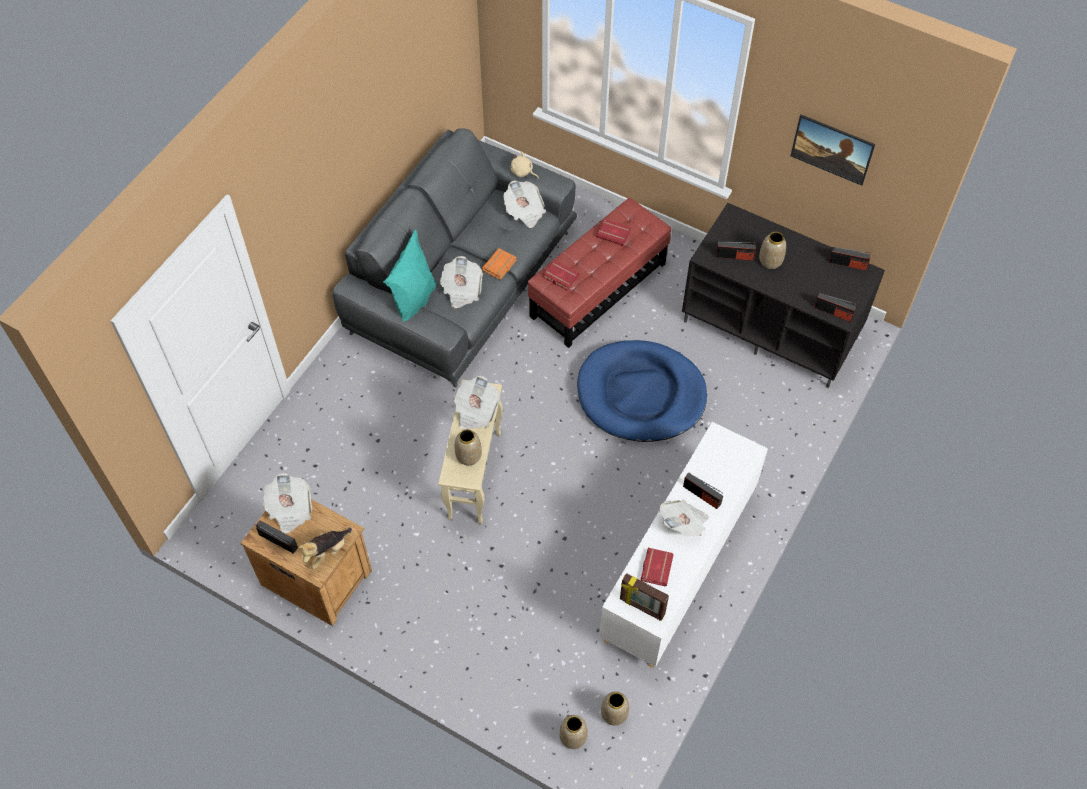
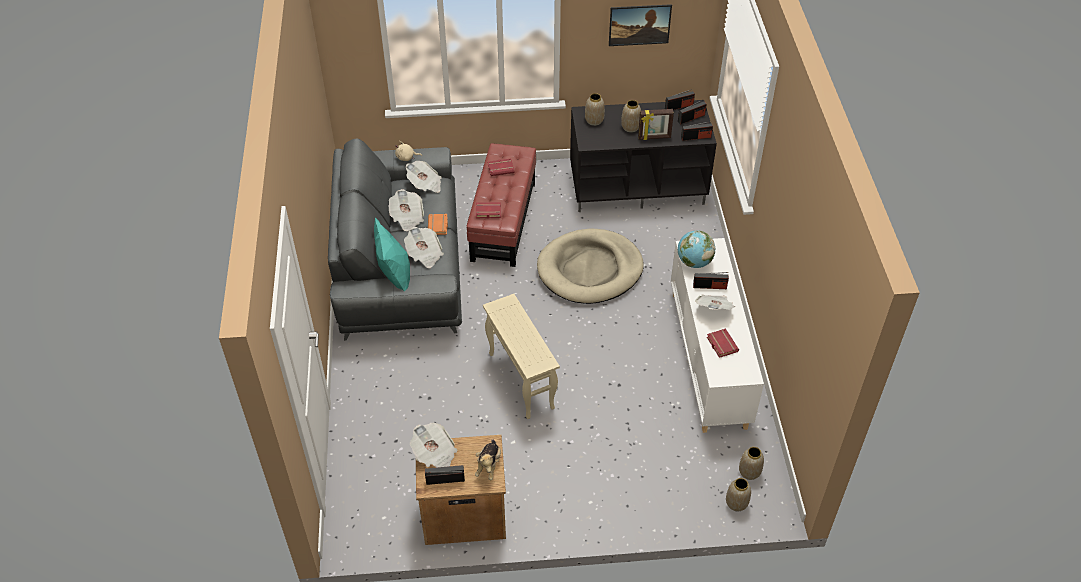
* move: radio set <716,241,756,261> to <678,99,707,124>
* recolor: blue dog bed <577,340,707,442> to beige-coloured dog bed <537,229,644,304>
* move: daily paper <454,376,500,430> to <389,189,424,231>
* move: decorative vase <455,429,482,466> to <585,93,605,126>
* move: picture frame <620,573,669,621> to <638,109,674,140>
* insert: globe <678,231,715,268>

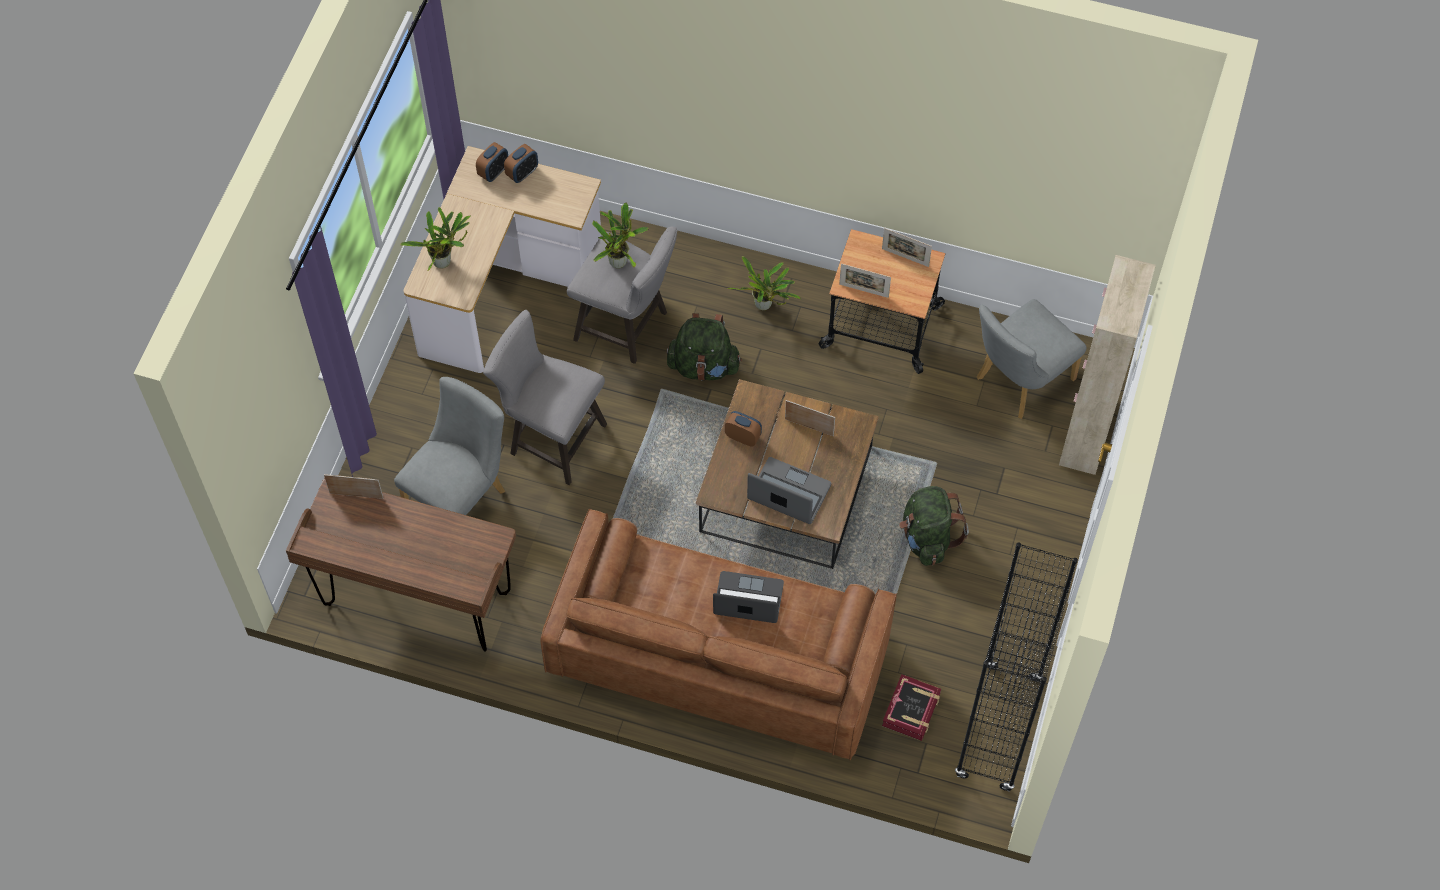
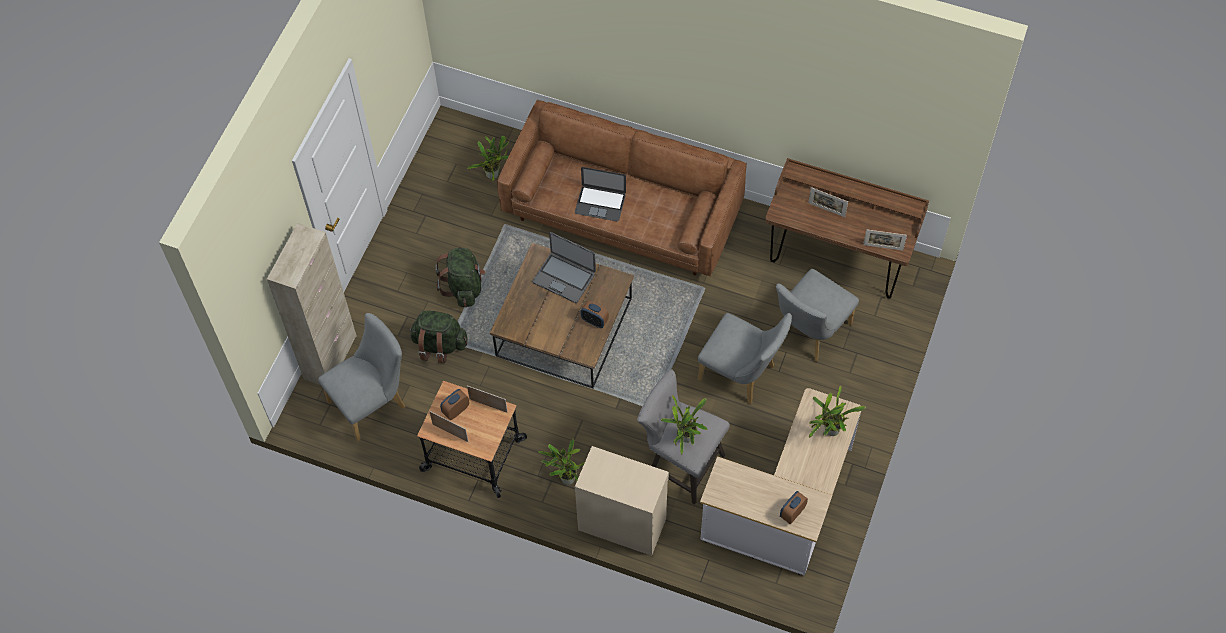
* move: bedside clock <504,144,538,183> to <440,389,469,420>
* replace: grey stool <483,310,607,485> to grey upright chair <698,313,792,404>
* move: greenish backpack <666,313,742,381> to <409,310,467,363>
* move: picture frame <785,400,835,436> to <808,187,848,217>
* delete: blackish shelving unit <955,542,1078,792>
* replace: bound book <882,674,941,741> to houseplant <467,135,509,181>
* insert: beige-coloured storage cabinet <575,446,669,556>

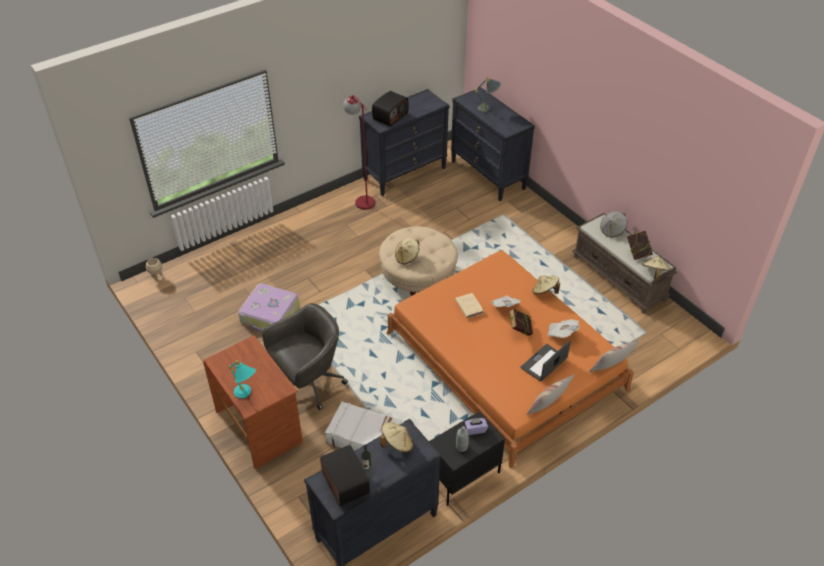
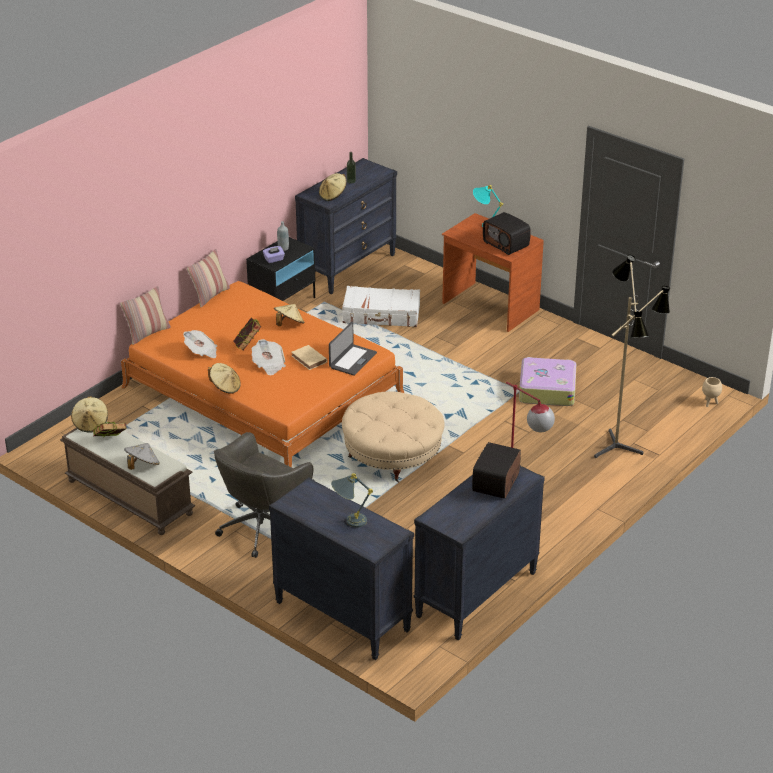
* move: beige-coloured wearable hat <395,238,419,264> to <274,304,305,326>
* move: grey computer chair <262,303,348,410> to <214,432,313,558>
* move: notebook computer <520,340,571,381> to <329,322,377,376>
* move: radio set <320,445,370,506> to <483,212,530,255>
* insert: standard lamp <594,255,670,458>

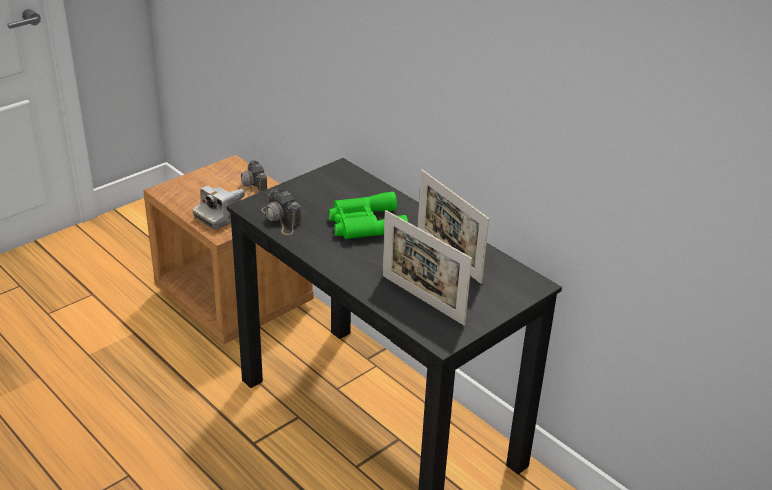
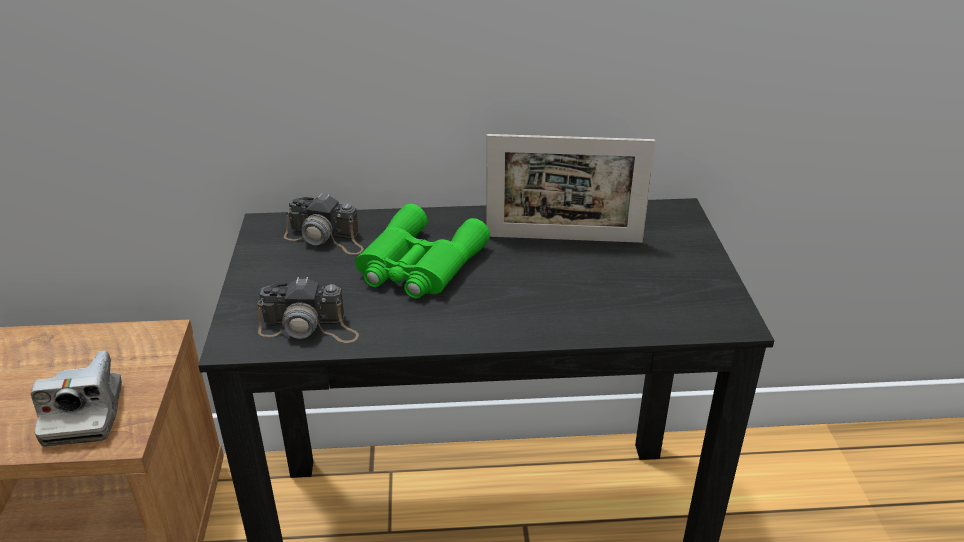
* move: still camera <241,160,267,197> to <284,193,364,255>
* delete: picture frame <382,210,472,326>

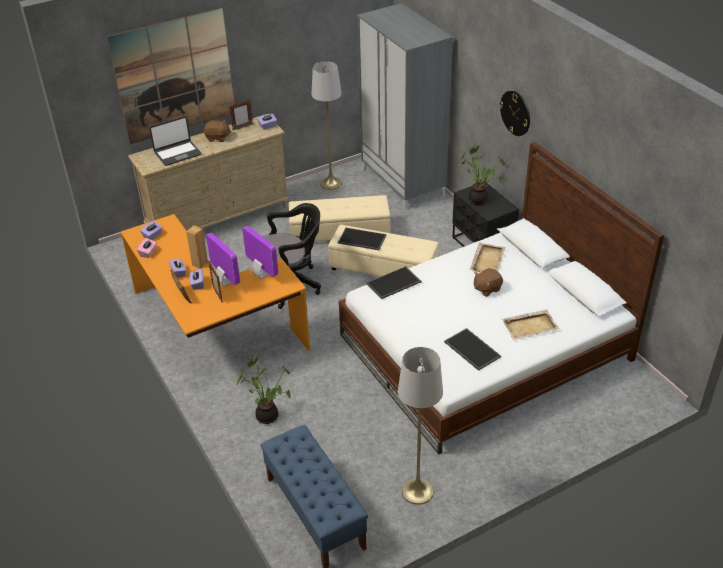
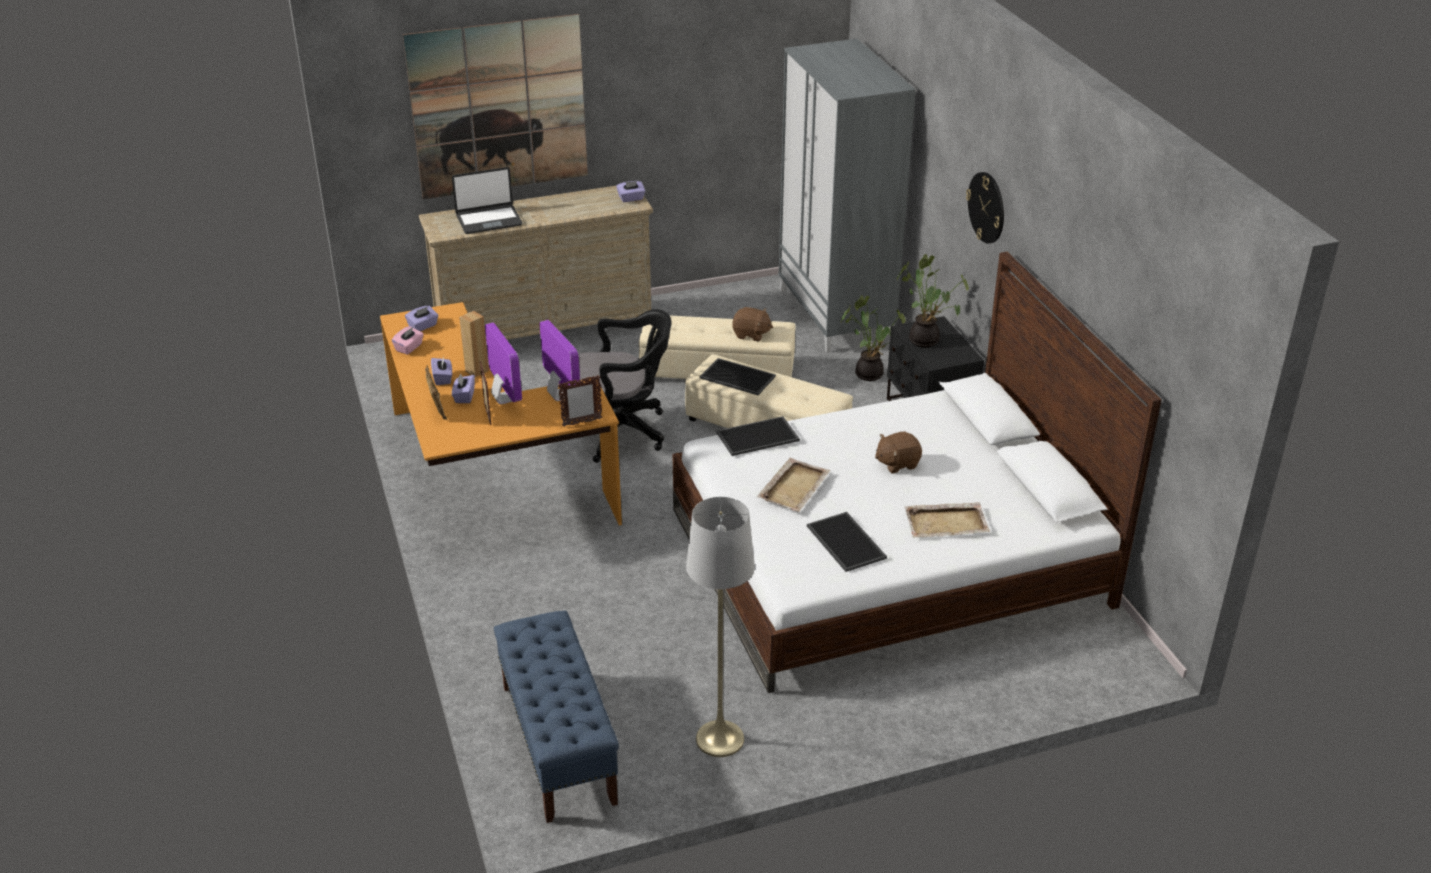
* delete: grey standard lamp <312,61,342,190>
* move: picture frame <229,99,253,131> to <558,375,602,427>
* move: brown-coloured soft toy <204,120,231,142> to <732,307,773,341>
* move: beige-coloured carrying tray <470,242,506,272> to <757,458,830,512>
* move: houseplant <237,358,290,424> to <841,295,906,381>

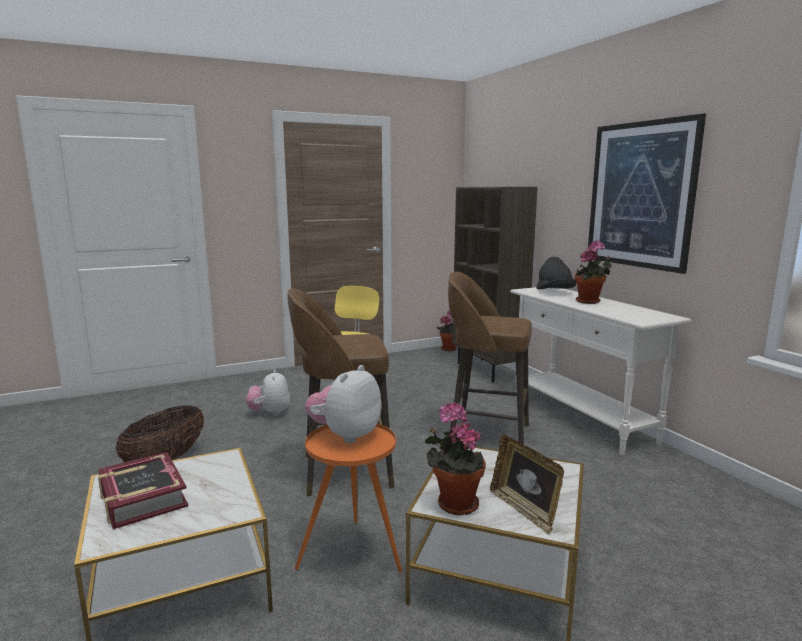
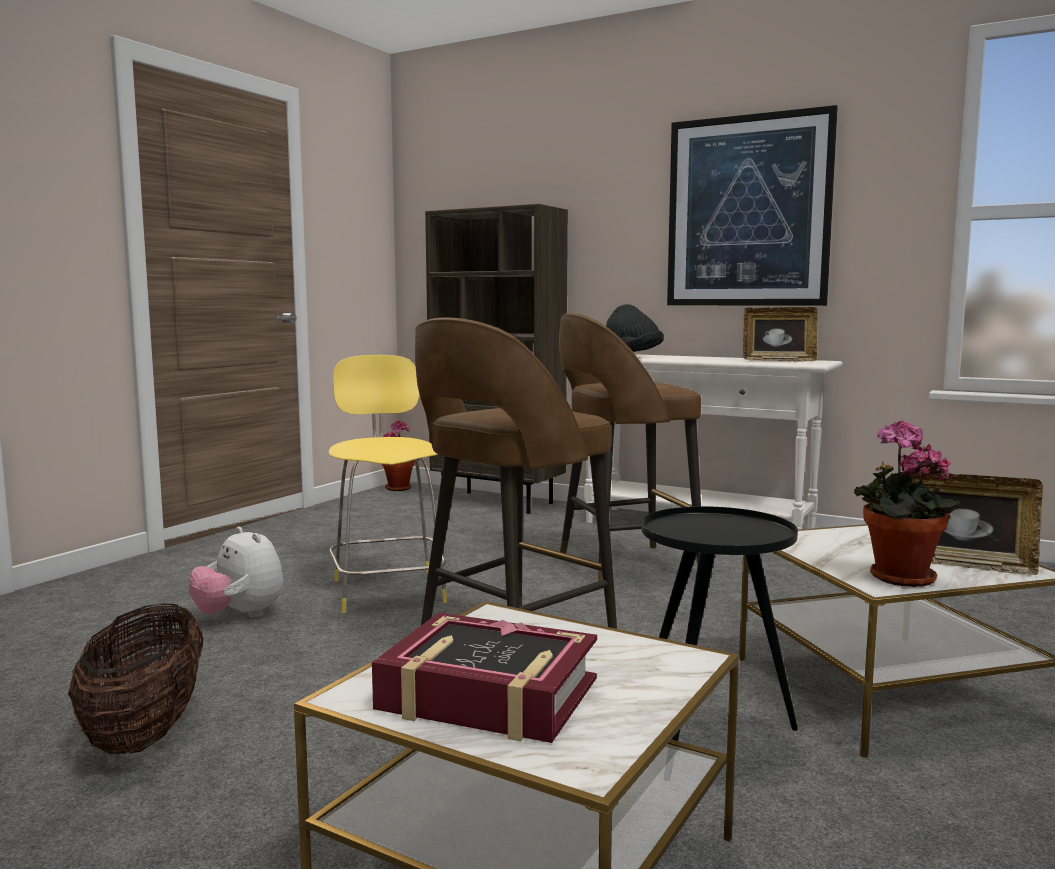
* delete: houseplant <575,240,612,304>
* delete: soft toy <305,365,382,443>
* recolor: orangey side table <295,423,402,573> to blackish side table <641,506,798,741>
* insert: picture frame <743,307,817,362>

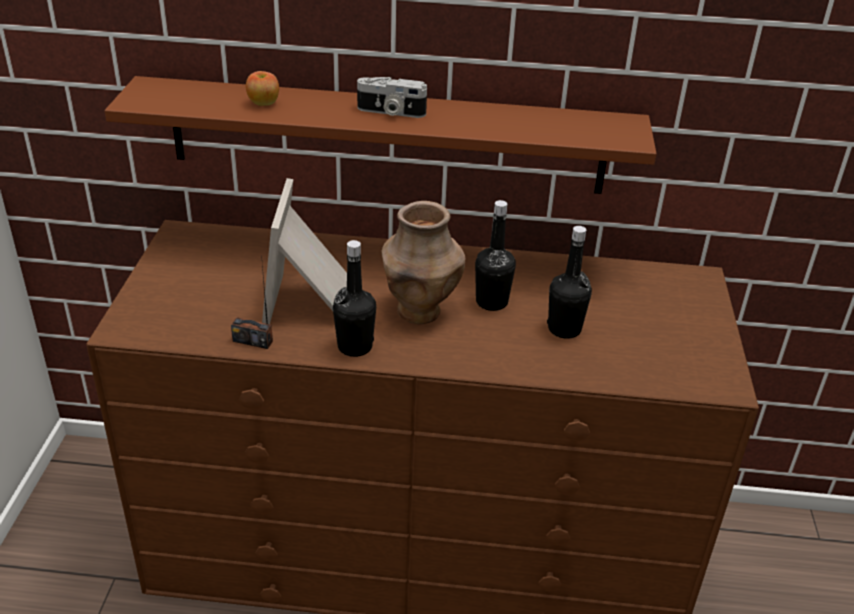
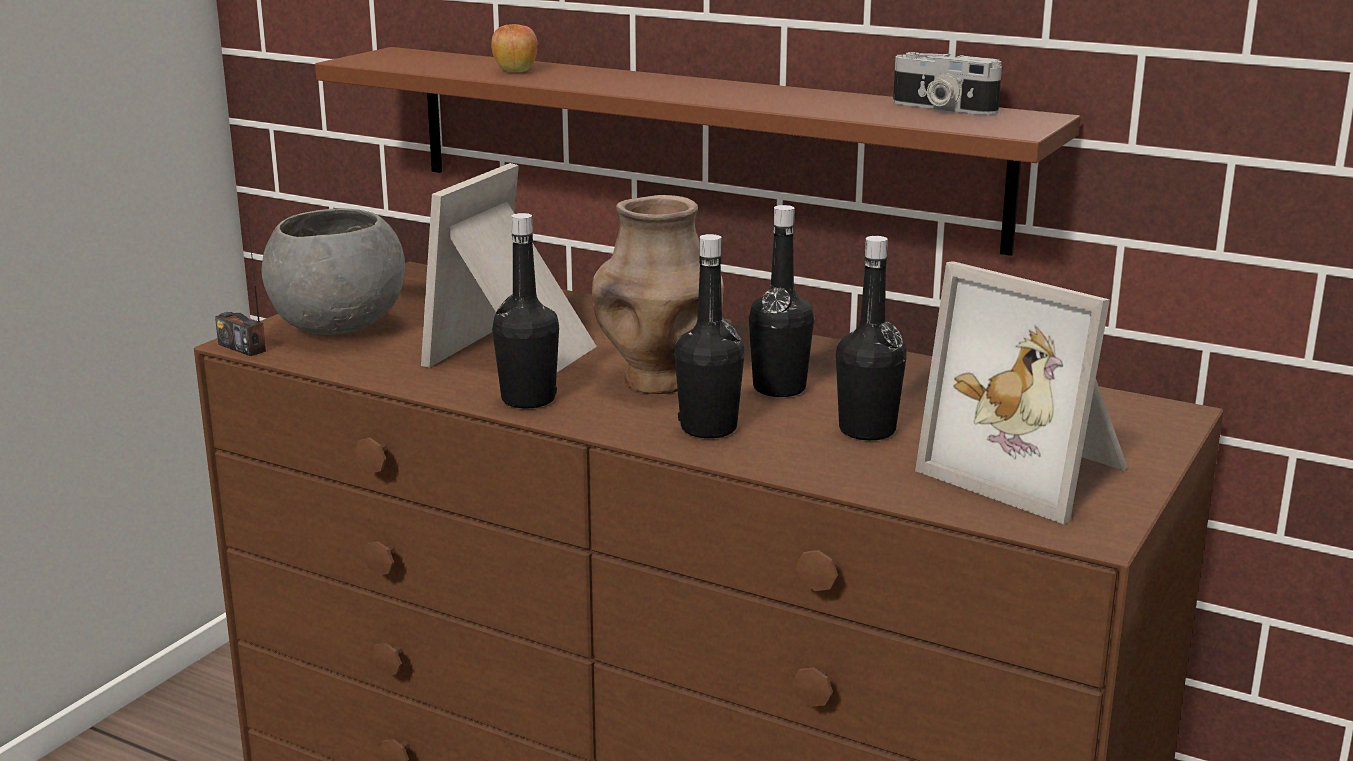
* move: still camera <357,77,427,118> to <893,52,1002,115>
* move: radio set <231,265,273,349> to <215,212,266,356>
* insert: grey serving bowl <262,208,405,335>
* insert: blackish drink bottle <674,234,745,438>
* insert: picture frame <915,261,1128,524>

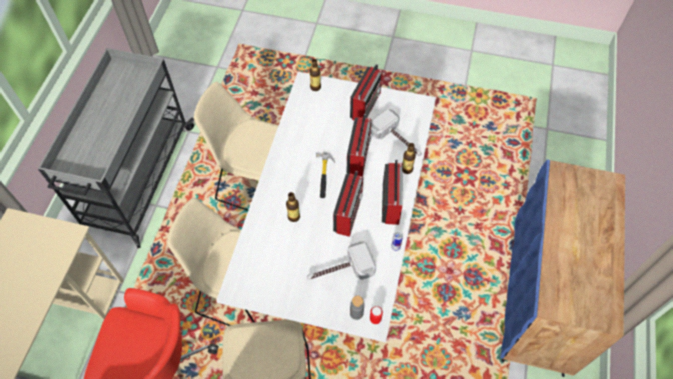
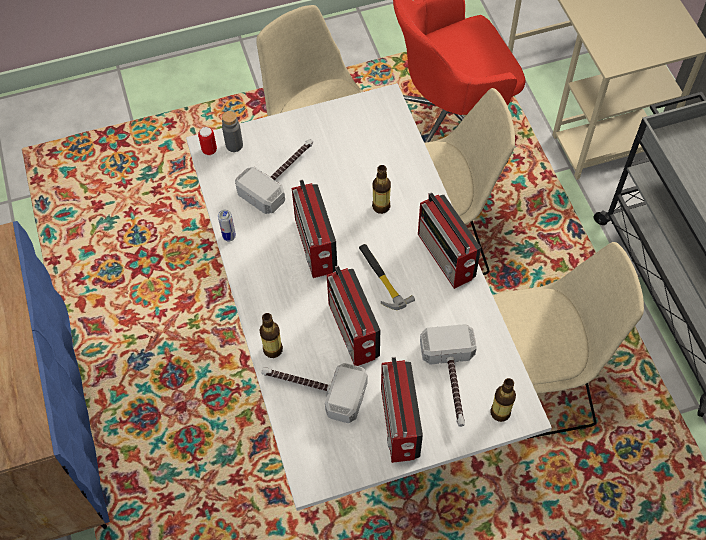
* move: radio set <382,159,403,225> to <418,192,481,289>
* insert: hammer <420,324,477,427>

